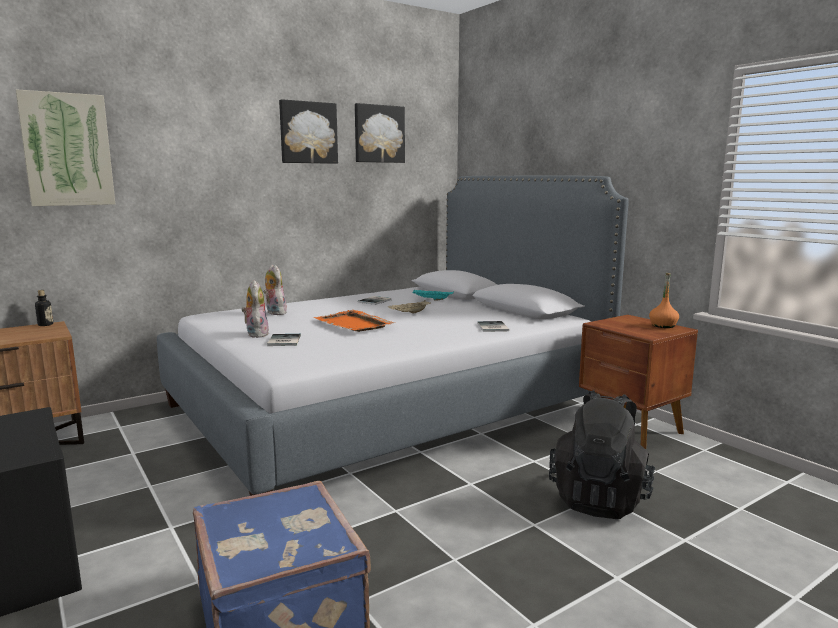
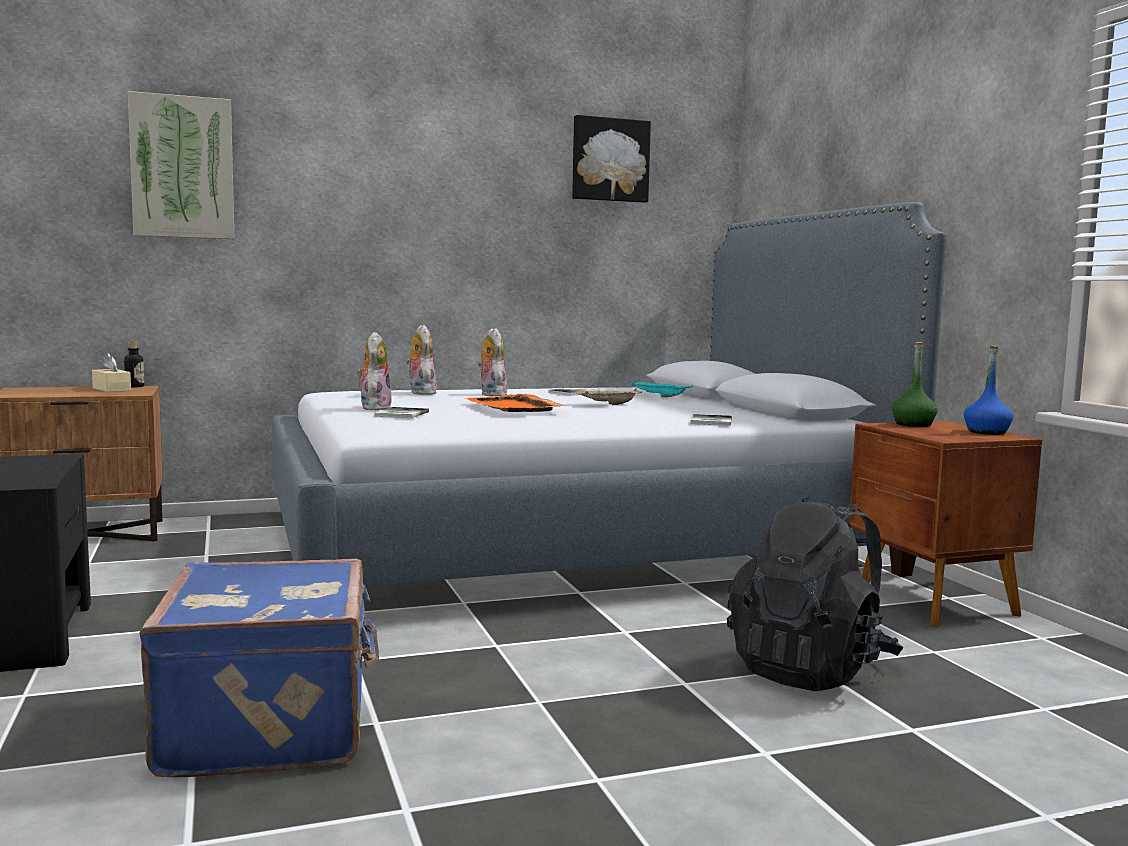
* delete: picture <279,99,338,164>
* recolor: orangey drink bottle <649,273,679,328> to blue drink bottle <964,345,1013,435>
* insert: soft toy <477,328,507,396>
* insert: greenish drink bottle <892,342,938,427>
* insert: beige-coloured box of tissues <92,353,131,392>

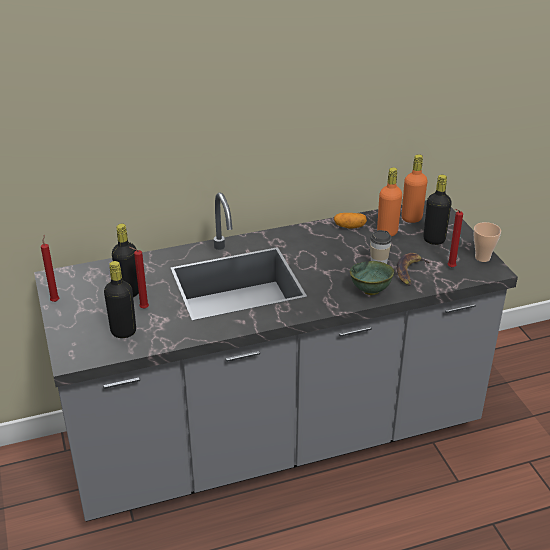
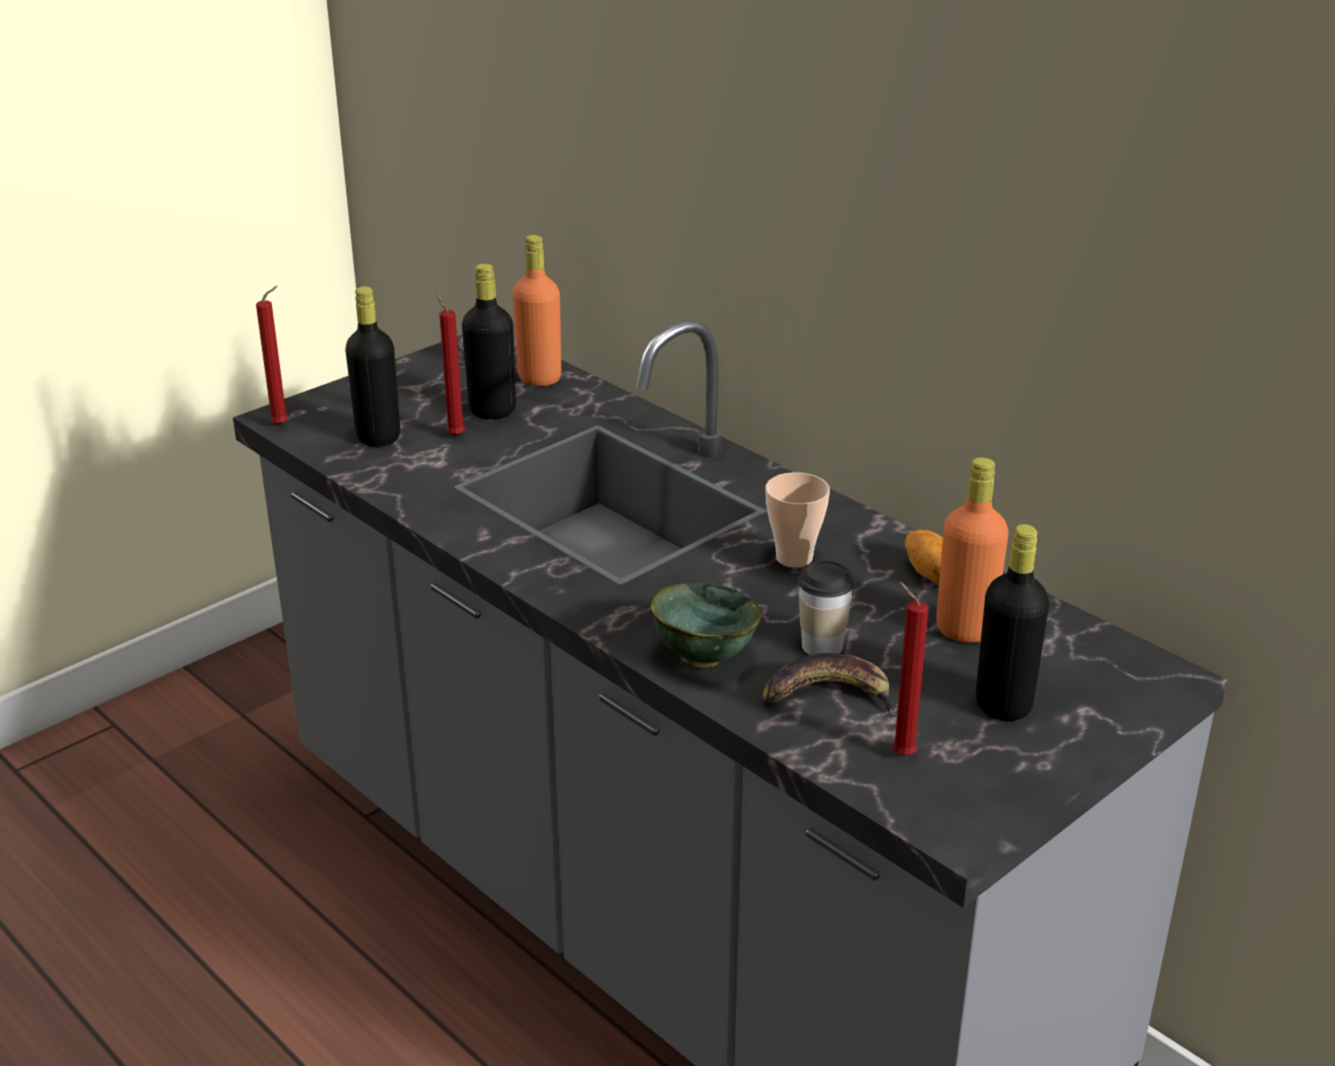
* move: orangey drink bottle <402,154,427,223> to <513,235,561,386>
* move: drinking cup <474,222,501,262> to <765,472,830,568>
* move: red-coloured wax light <41,235,59,302> to <256,286,288,426>

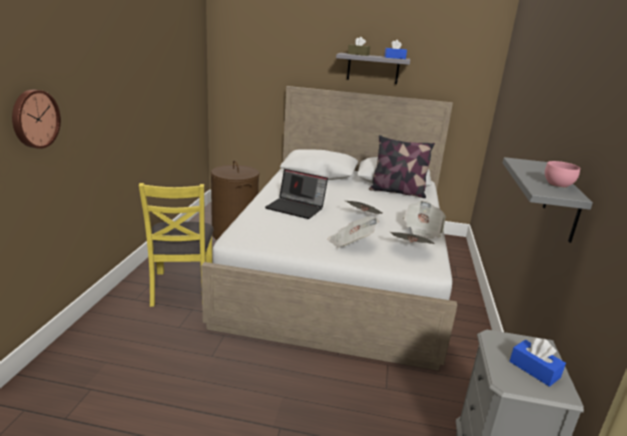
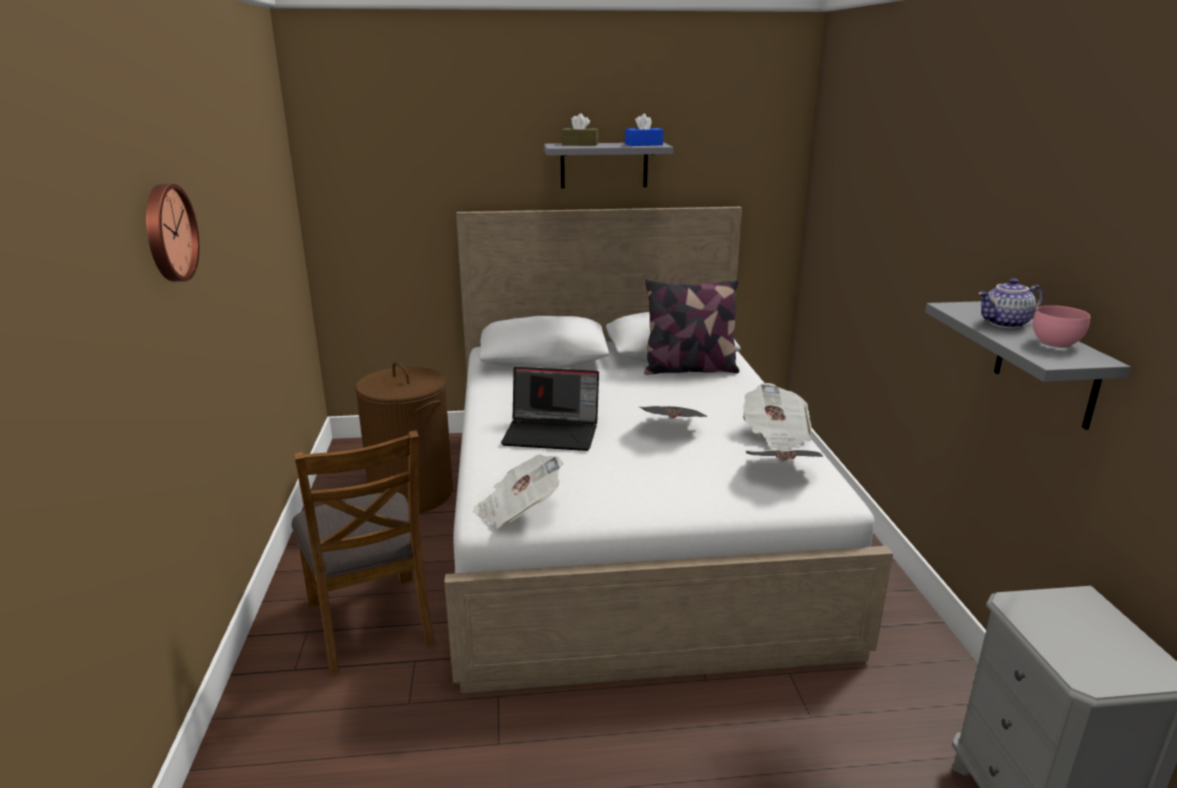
* move: hanging clock <12,90,61,149> to <146,184,199,282>
* recolor: yellowish upright chair <139,183,214,307> to brown-coloured upright chair <291,430,435,676>
* move: daily paper <328,216,379,248> to <473,454,563,528>
* delete: blue box of tissues <510,338,566,387>
* insert: tea pot <978,279,1043,328>

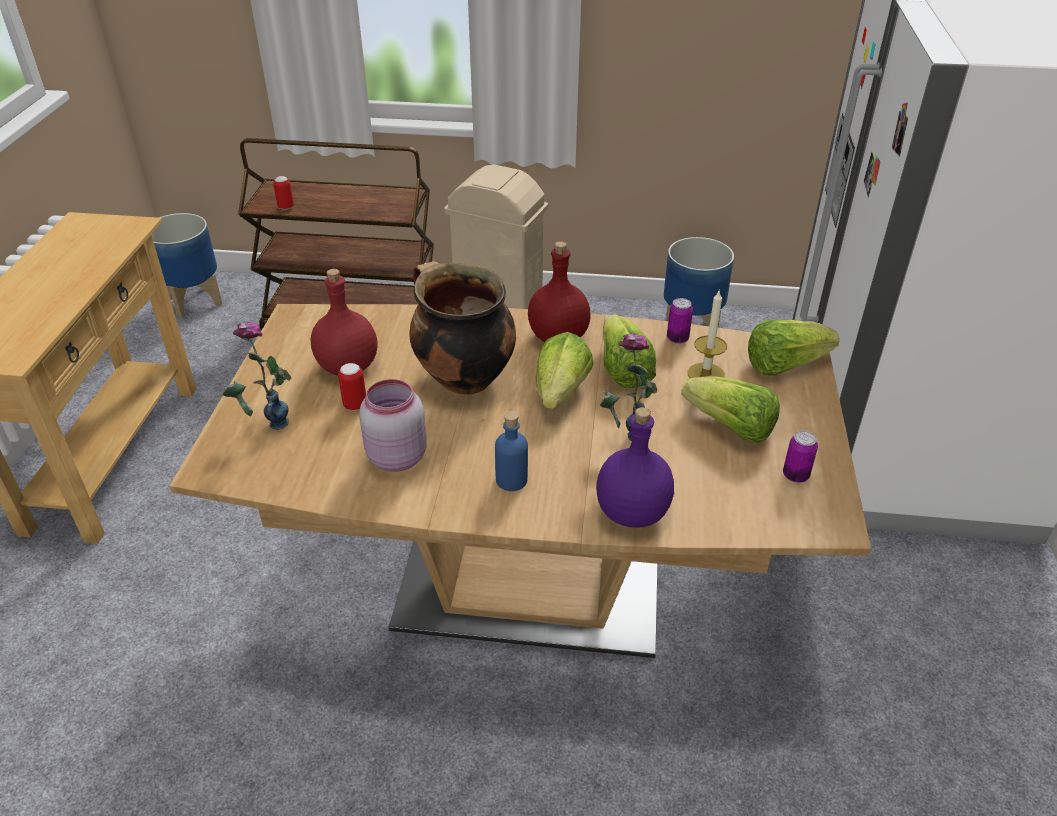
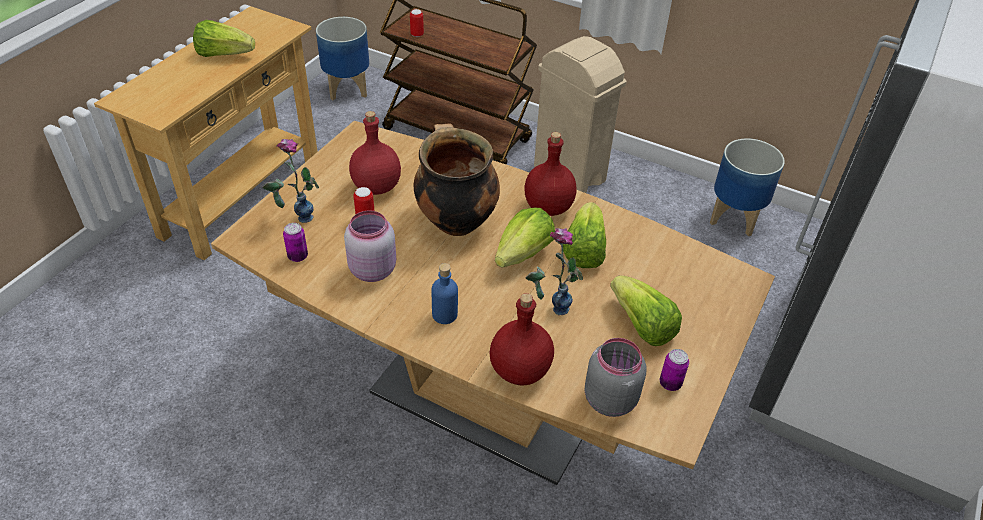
* delete: wax light <688,289,727,378>
* move: metal can <667,298,693,344> to <283,223,308,262>
* move: lettuce <748,320,839,376> to <193,20,255,57>
* recolor: purplish drink bottle <596,407,674,528> to red-coloured drink bottle <489,293,554,386>
* insert: grey storage jar <585,338,646,417>

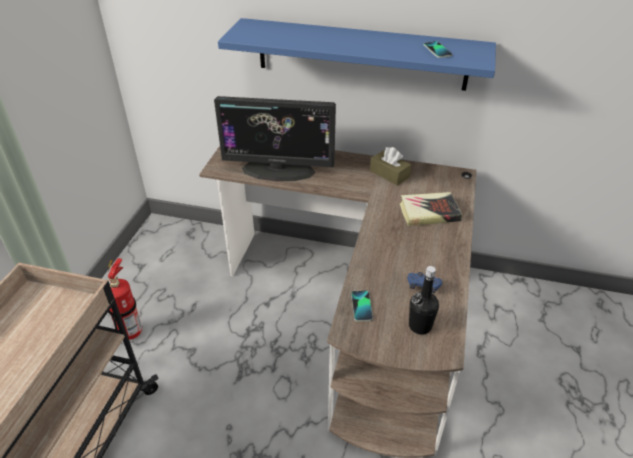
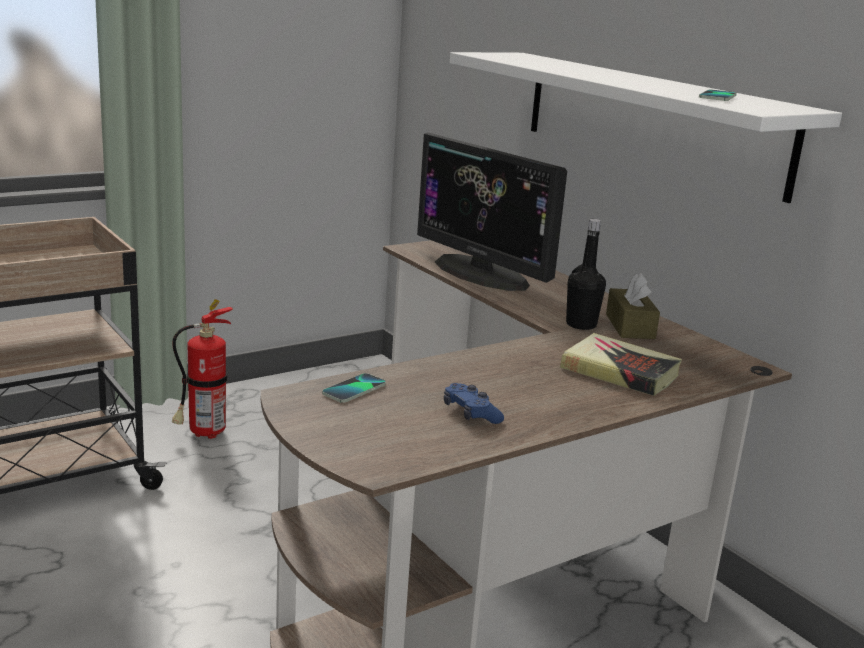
* recolor: blue wall shelf <218,18,496,91> to white-coloured wall shelf <450,52,842,203>
* move: blackish drink bottle <409,266,439,335> to <566,219,606,330>

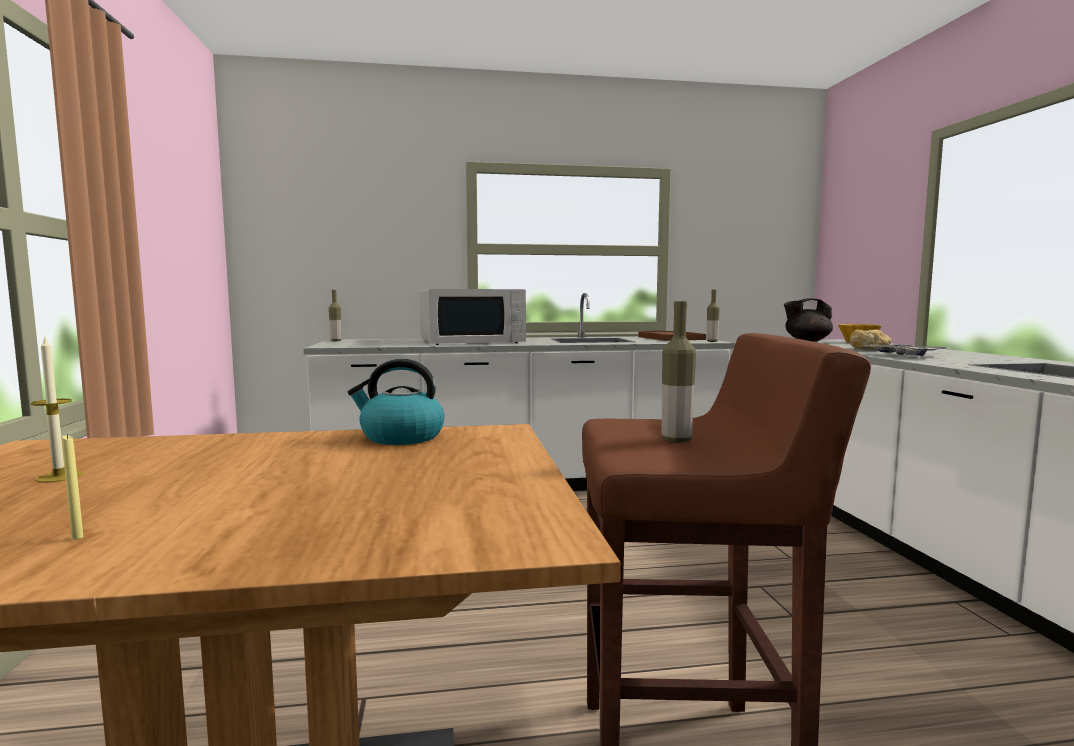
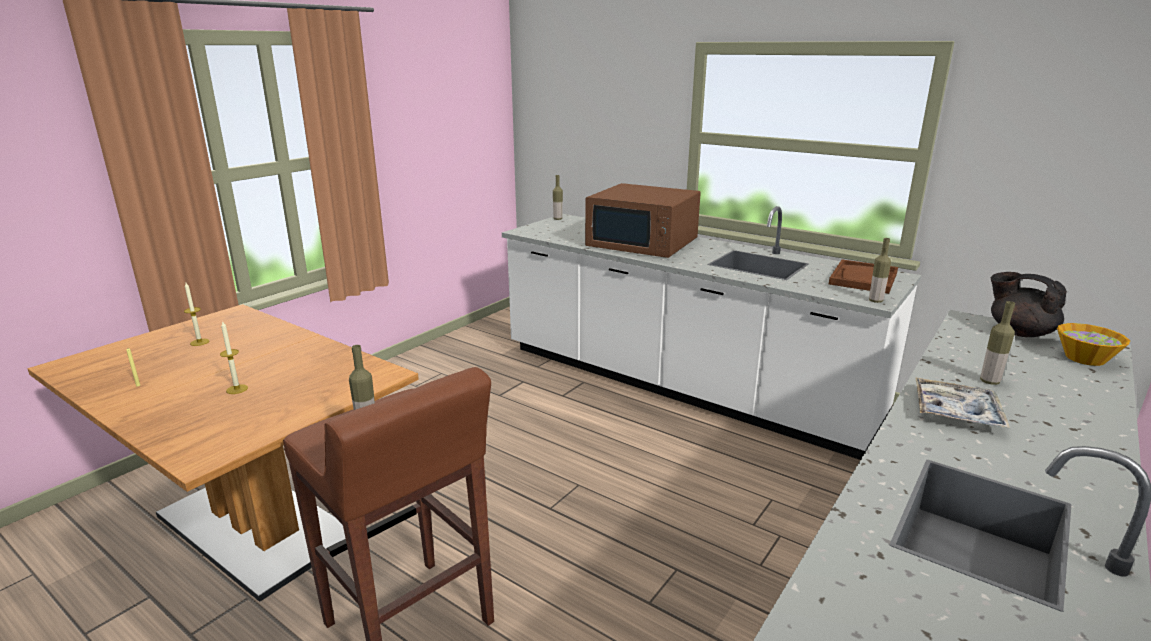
* recolor: white-coloured microwave <420,289,526,345> to brown-coloured microwave <585,183,701,258>
* replace: bakery bread <850,330,892,350> to drink bottle <980,301,1015,385>
* delete: water kettle <348,359,444,445>
* insert: wax light <220,321,248,394>

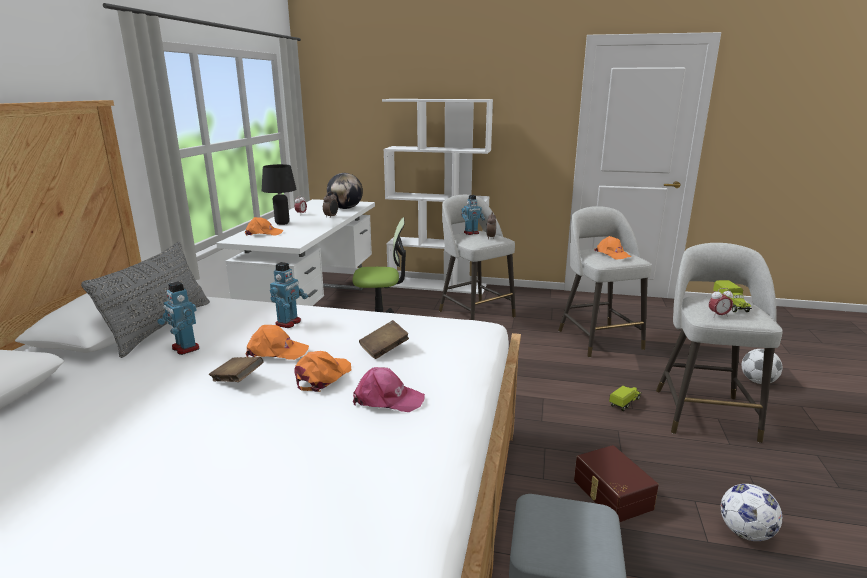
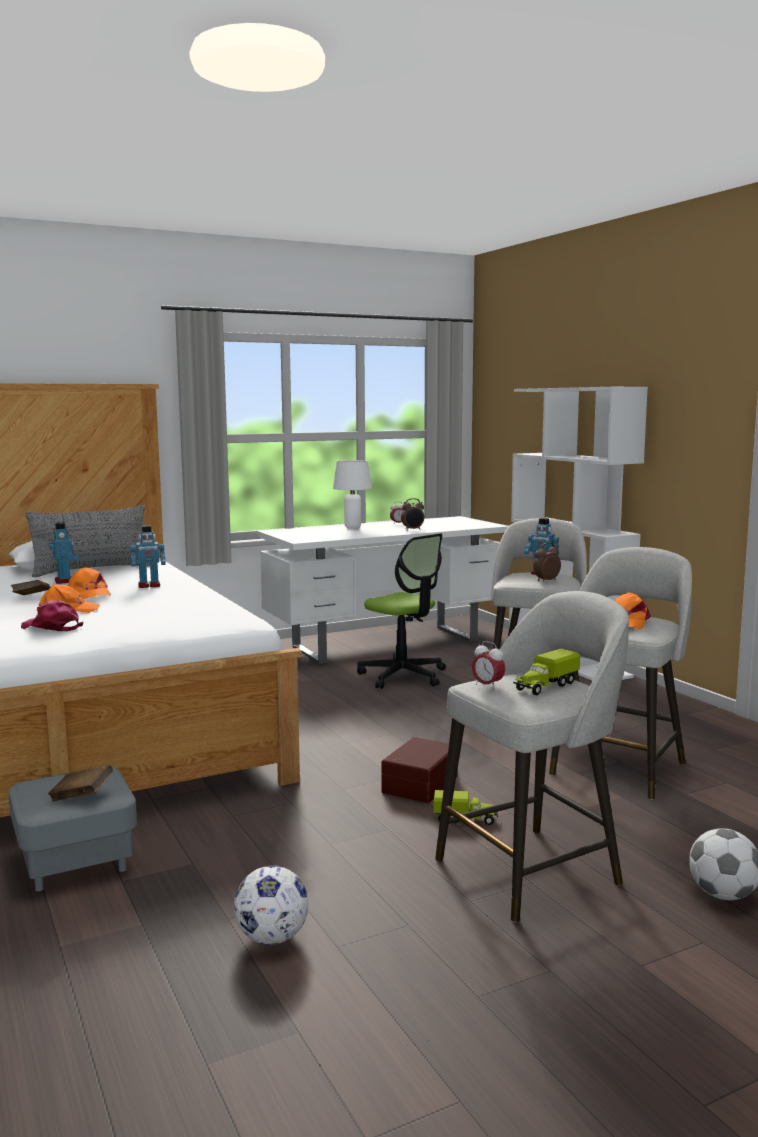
* recolor: blackish tabletop lamp <262,164,296,225> to white-coloured tabletop lamp <333,460,372,529>
* delete: globe <327,173,363,209>
* delete: orangey baseball cap <245,217,283,236>
* rotate: model robot <157,281,200,355> = <49,522,80,584> 150 degrees clockwise
* move: brown-coloured bound book <359,320,409,359> to <48,765,113,801>
* rotate: pink baseball cap <353,367,425,412> = <21,600,83,631> 150 degrees clockwise
* move: brown-coloured storage box <574,445,659,522> to <381,737,458,803>

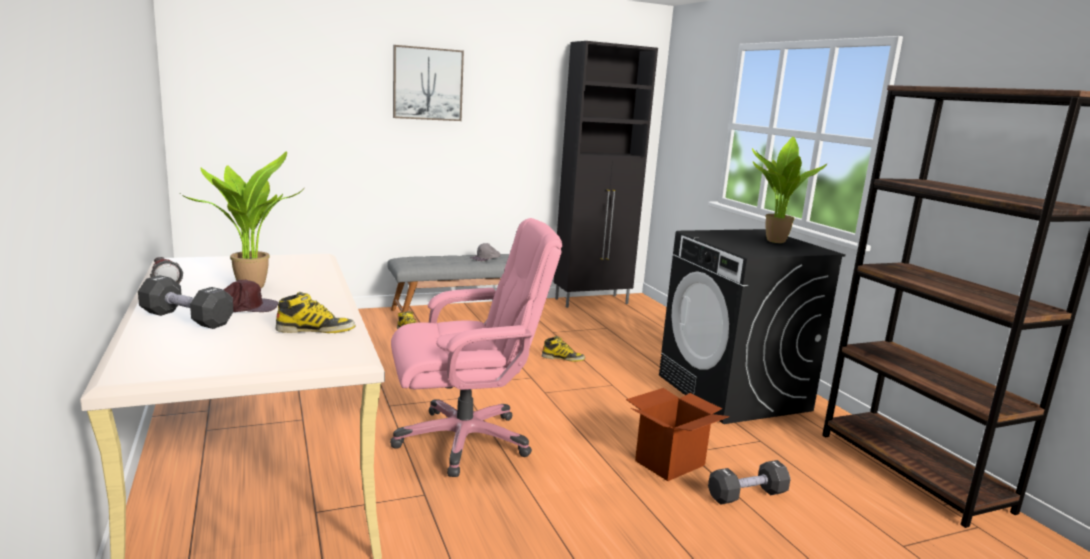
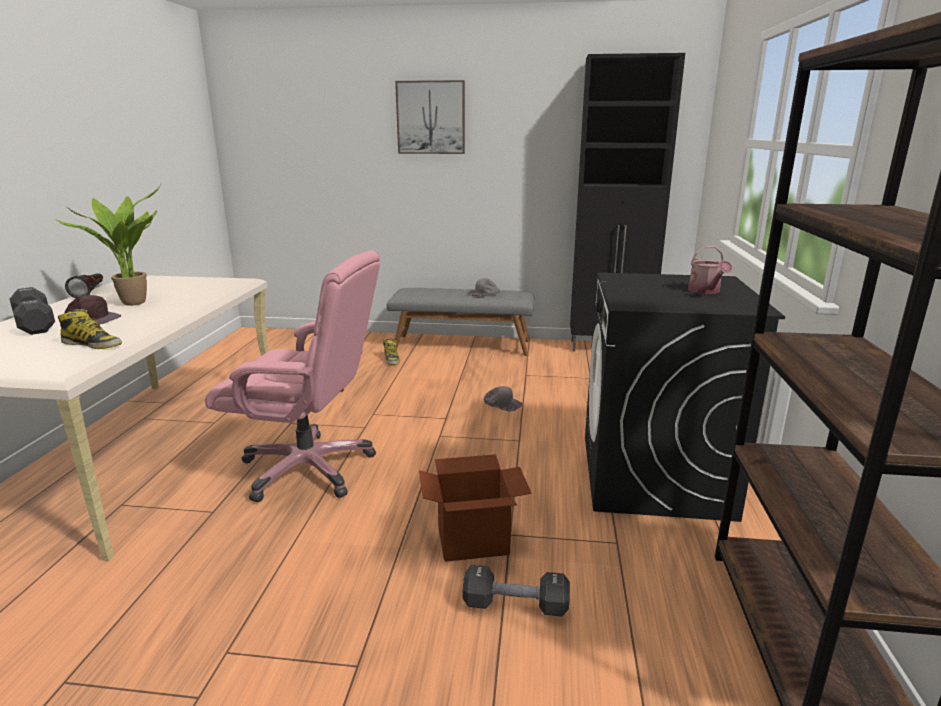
* replace: houseplant <752,137,827,243> to watering pot <688,246,733,294>
* replace: tall boot <542,336,585,362> to grey baseball cap <484,386,522,412>

